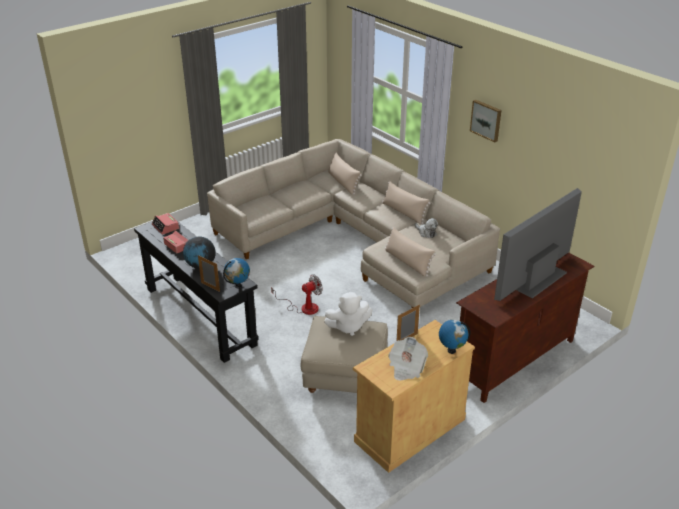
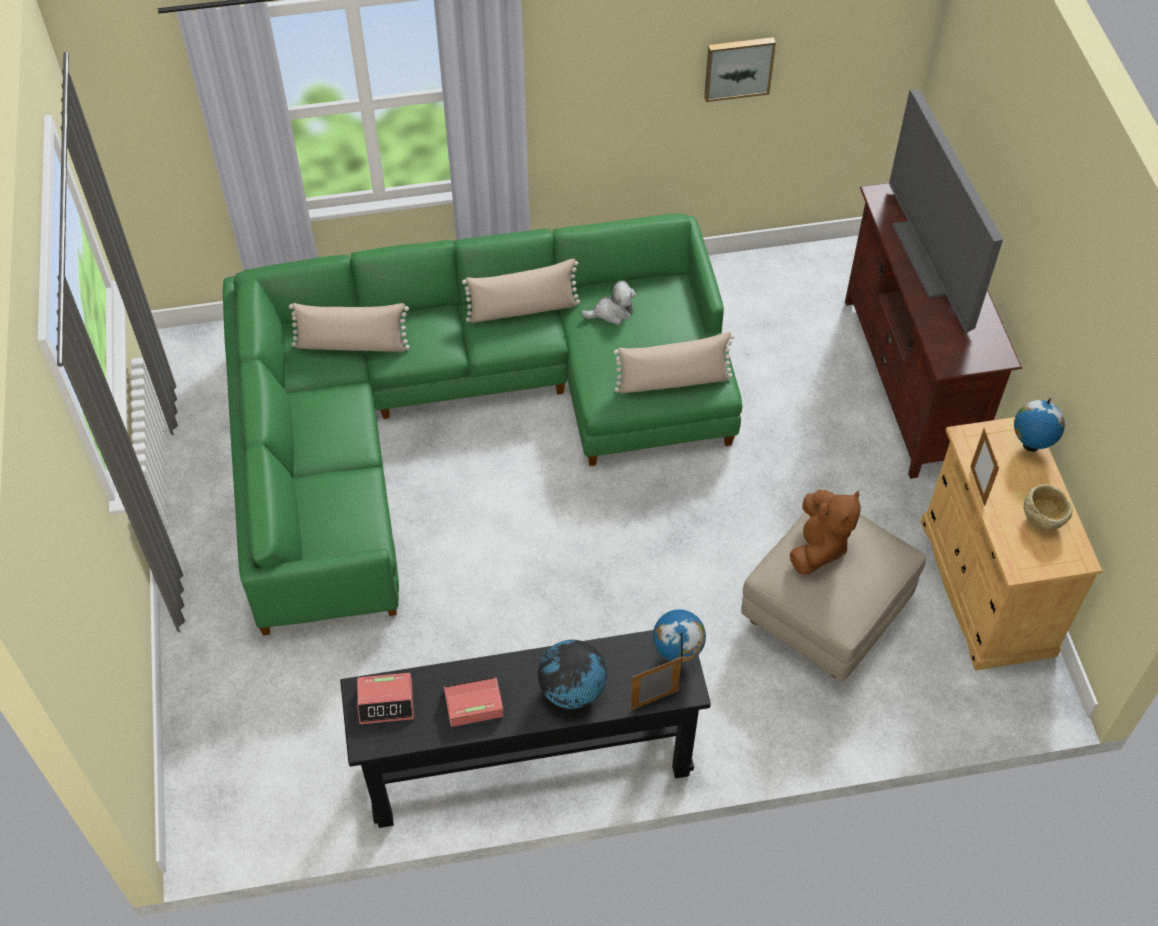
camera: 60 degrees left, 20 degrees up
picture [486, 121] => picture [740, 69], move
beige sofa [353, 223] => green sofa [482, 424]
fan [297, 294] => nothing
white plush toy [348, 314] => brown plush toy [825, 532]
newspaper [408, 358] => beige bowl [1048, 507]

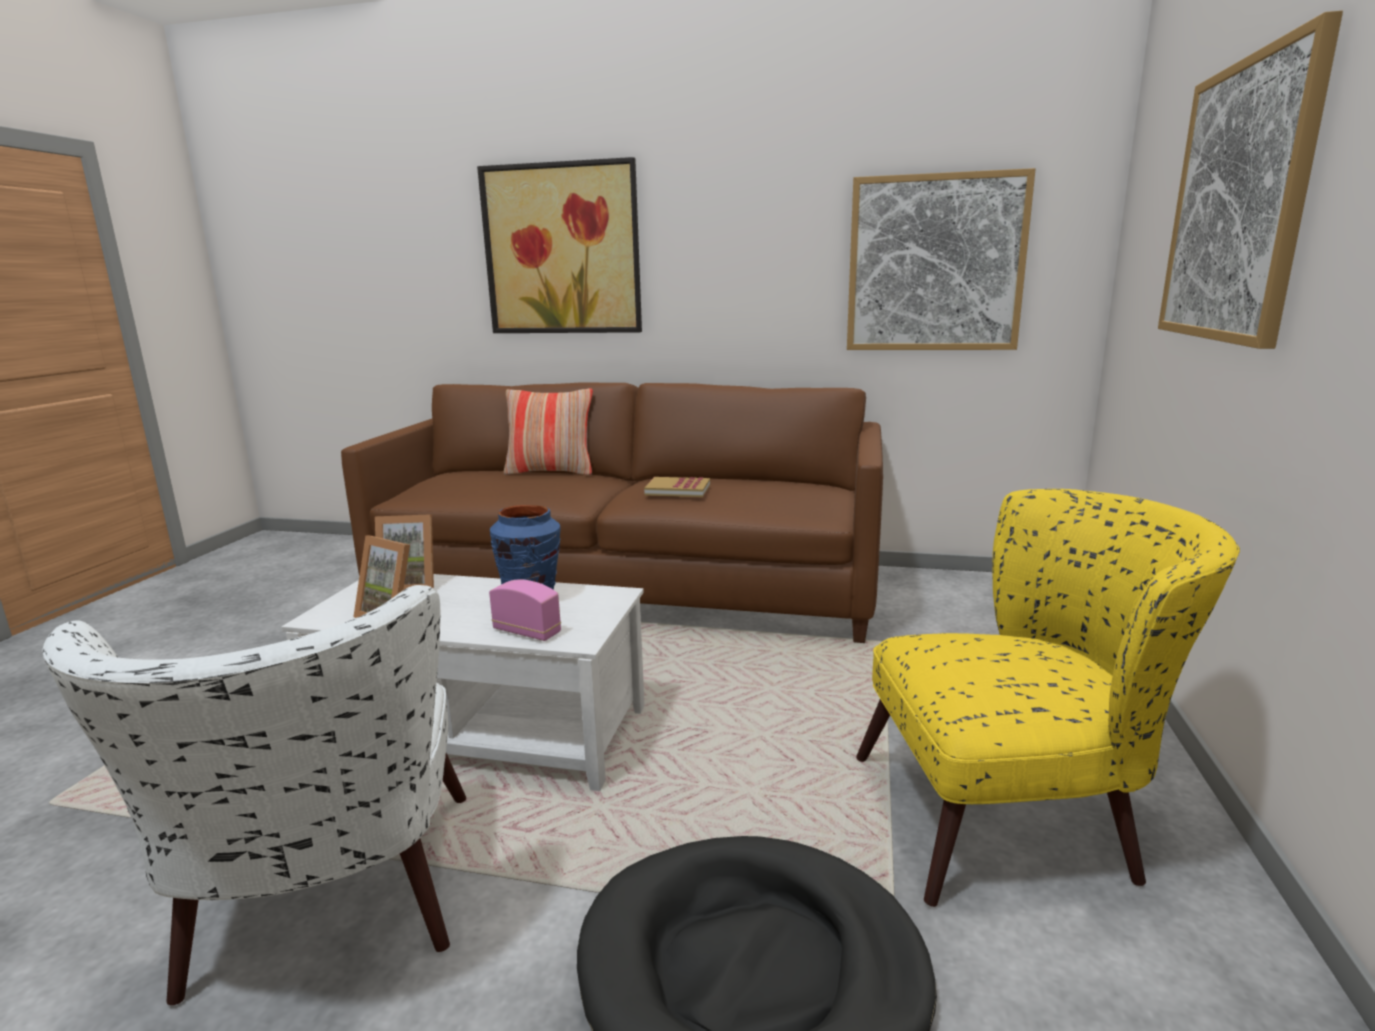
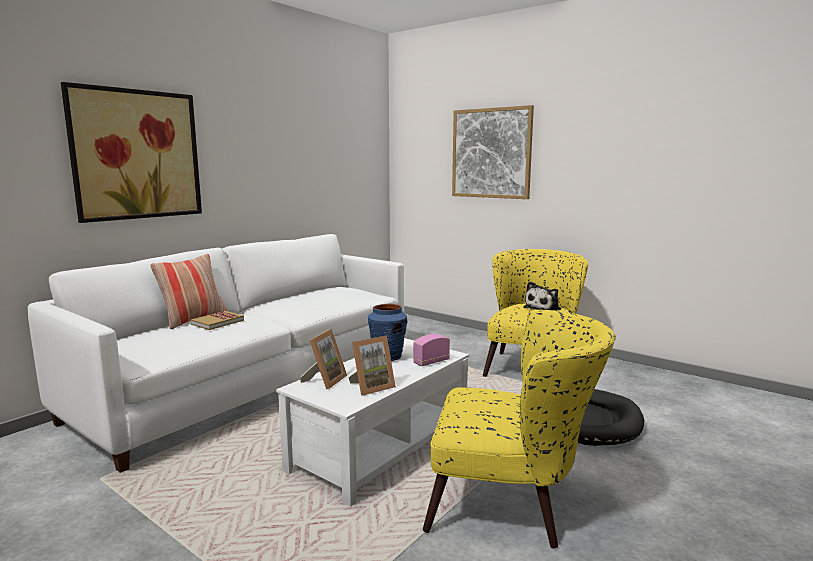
camera: 65 degrees left, 5 degrees down
picture [941, 259] => nothing
brown sofa [612, 512] => white sofa [216, 353]
book [677, 487] => book [217, 320], move
white armchair [254, 795] => yellow armchair [519, 429]
nothing => plush toy [542, 296]

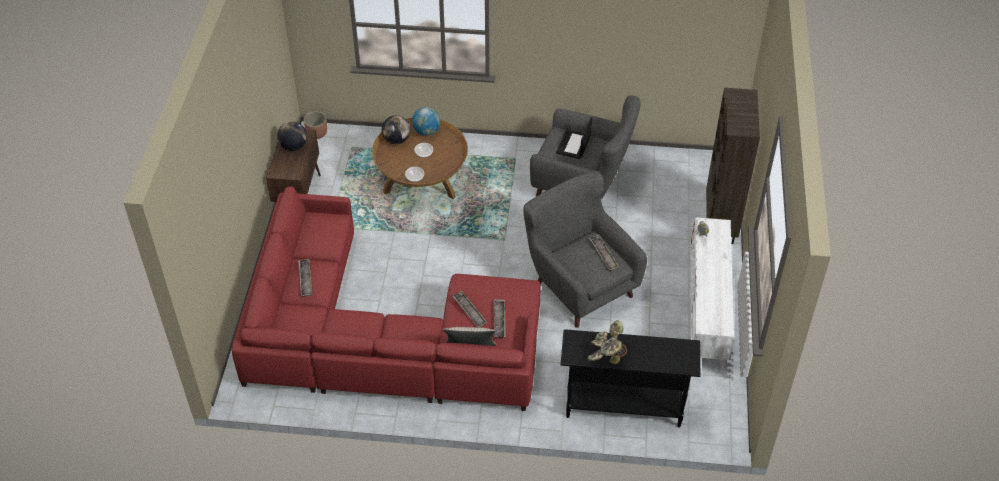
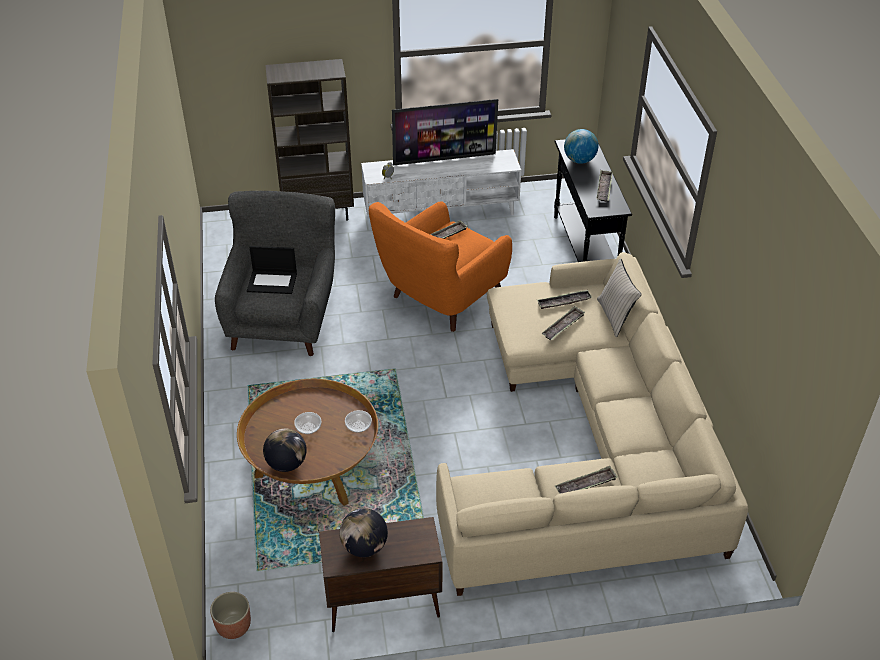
camera: 105 degrees left, 5 degrees down
globe [426, 121] => globe [581, 146], move
grey armchair [585, 249] => orange armchair [440, 266]
red sofa [386, 298] => beige sofa [592, 424]
potted plant [607, 342] => tray [604, 186]
nothing => television [445, 132]

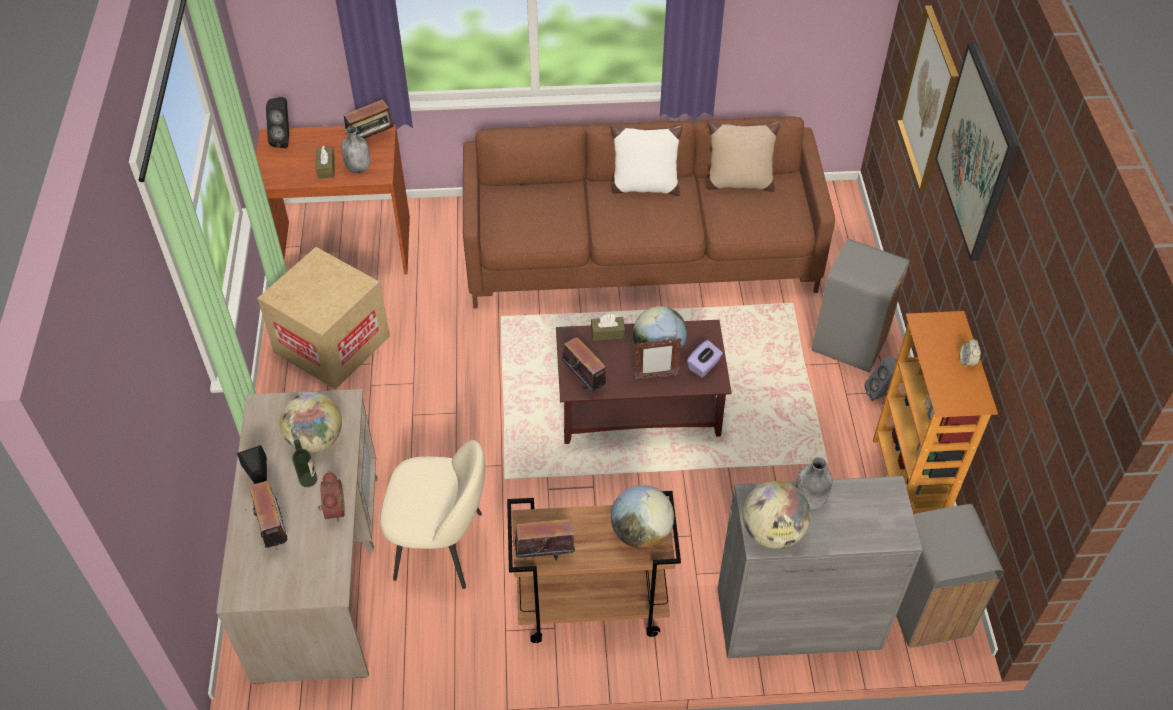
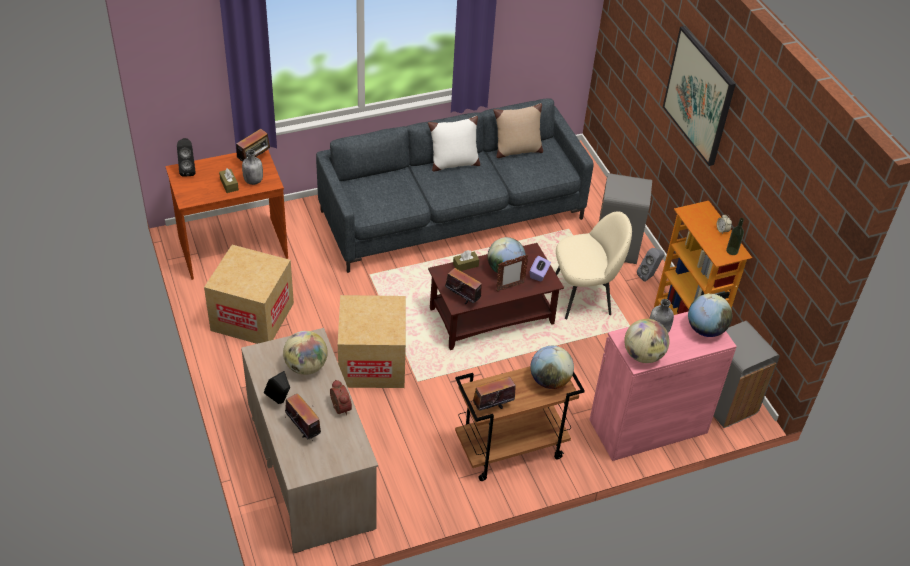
camera: 20 degrees left, 5 degrees down
picture [928, 98] => nothing
brown sofa [649, 212] => grey sofa [455, 186]
bottle [304, 463] => bottle [735, 236], move
beige chair [432, 514] => beige chair [594, 265], move
grey cabinet [820, 567] => pink cabinet [663, 386]
nothing => globe [710, 315]
nothing => cardboard box [372, 341]

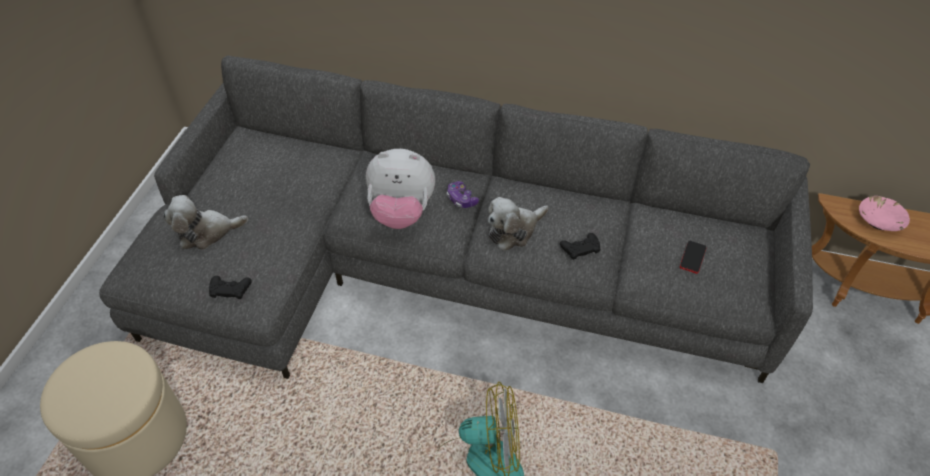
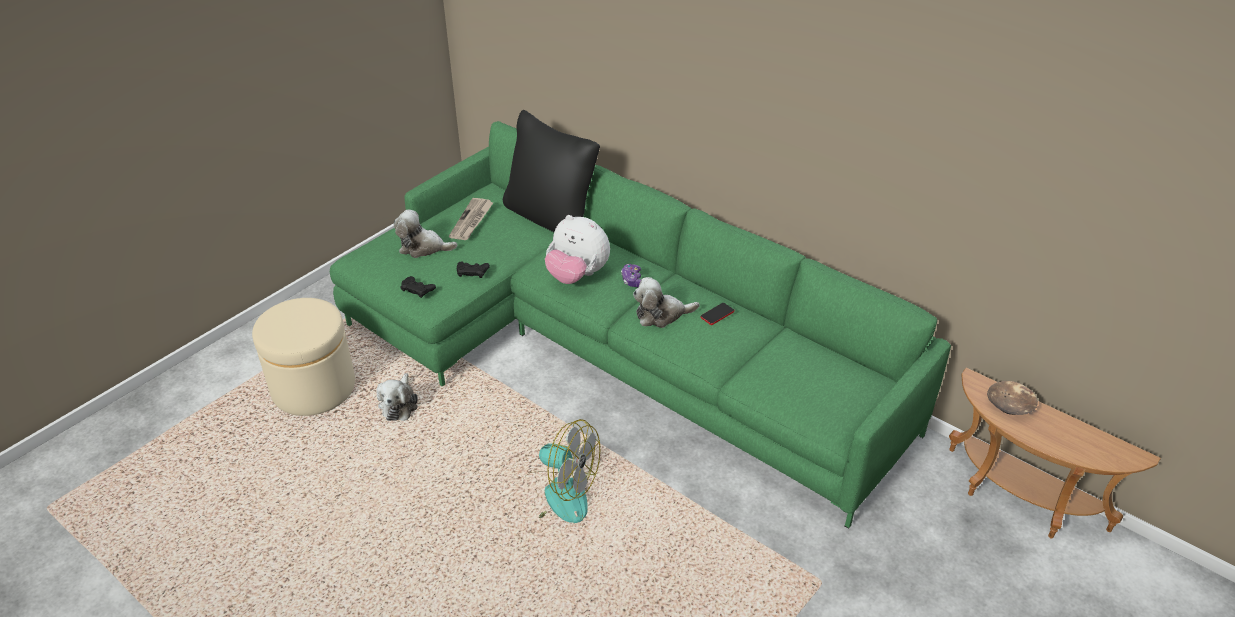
camera: 25 degrees right, 10 degrees down
grey sofa [456, 219] => green sofa [640, 325]
pink bowl [884, 213] => brown bowl [1012, 398]
black game controller [580, 246] => black game controller [473, 270], move
phone [693, 257] => phone [717, 314], move
nothing => black pillow [551, 171]
nothing => newspaper [471, 219]
nothing => plush toy [397, 397]

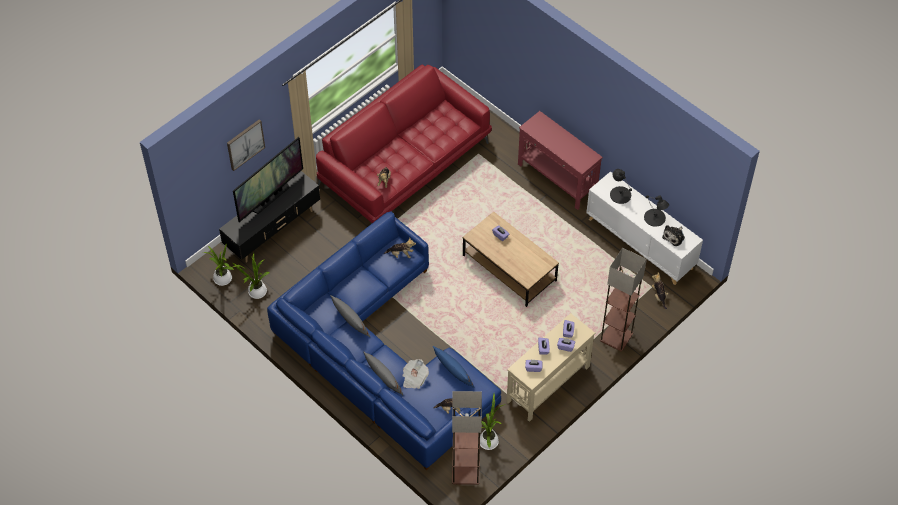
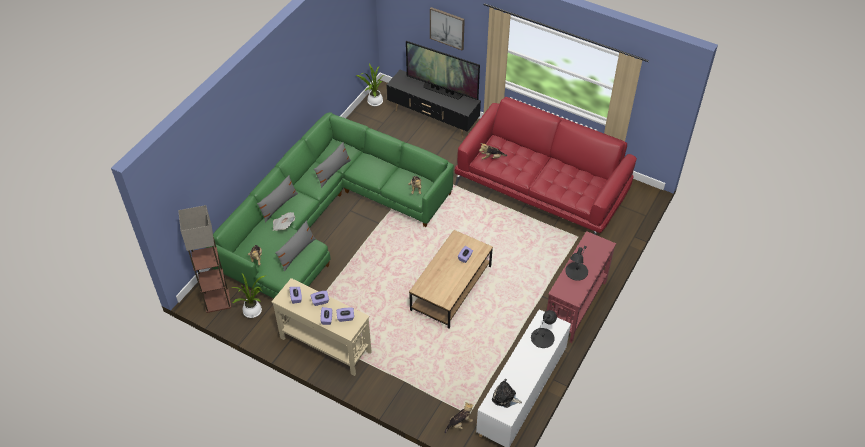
camera: 75 degrees right, 5 degrees down
black table lamp [656, 211] => black table lamp [576, 263], move
blue sofa [384, 340] => green sofa [330, 205]
floor lamp [623, 300] => nothing
potted plant [251, 276] => nothing
blue pillow [454, 367] => grey pillow [295, 245]

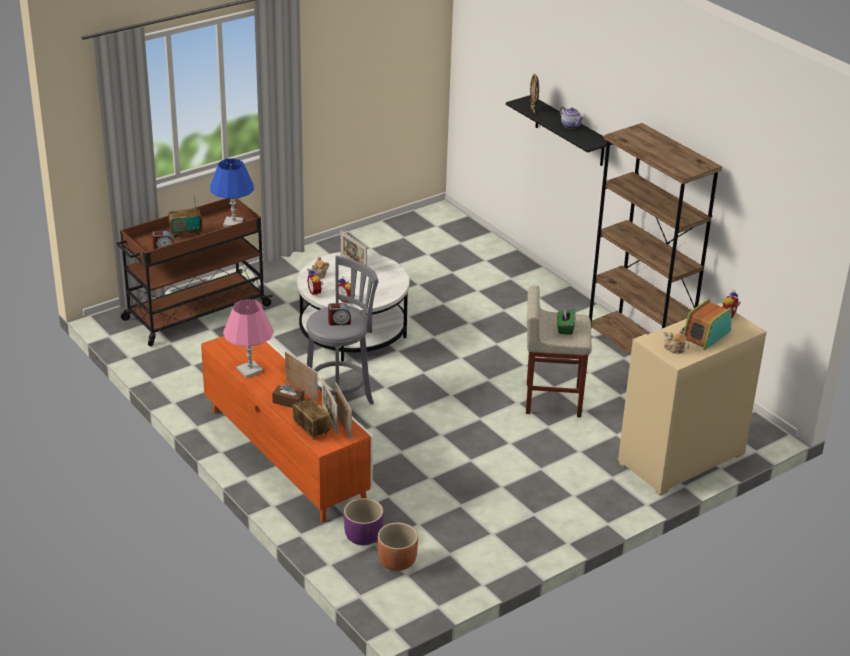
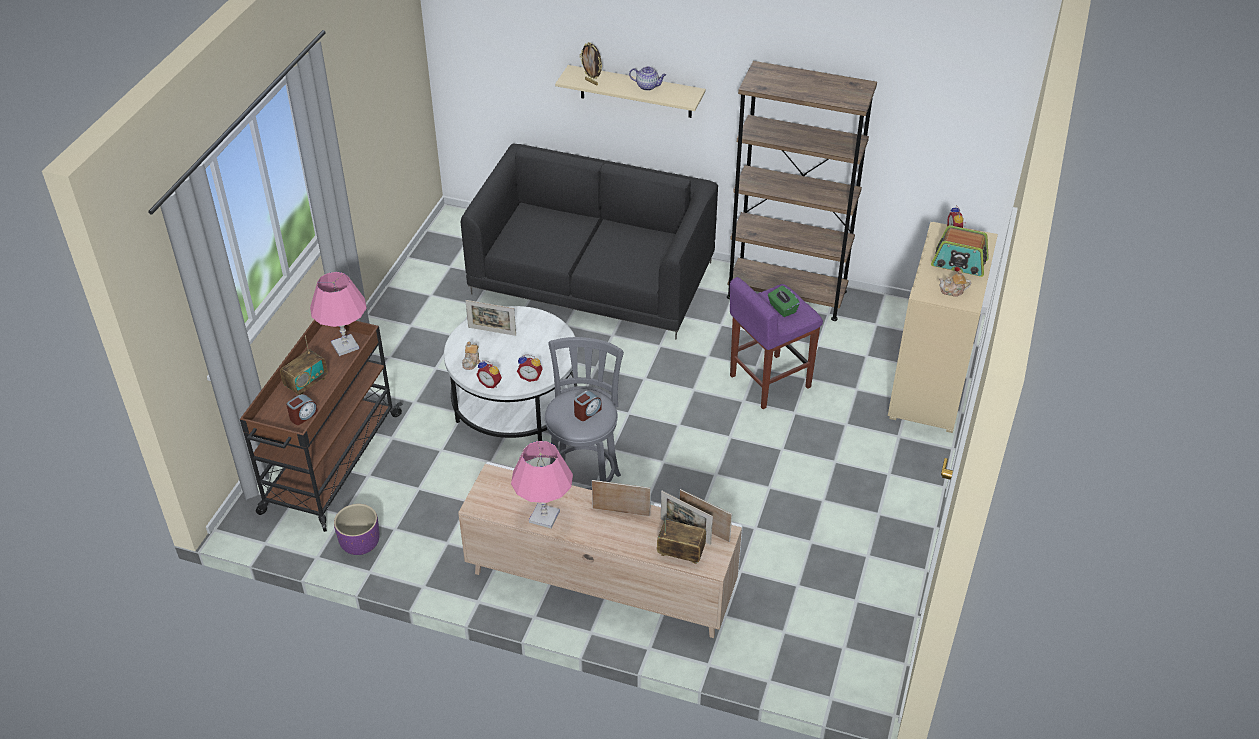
camera: 35 degrees left, 10 degrees up
black shelf [559, 130] => beige shelf [630, 91]
blue table lamp [232, 192] => pink table lamp [338, 314]
beige stool [559, 352] => purple stool [776, 343]
radio [707, 324] => radio [960, 251], 75 degrees counterclockwise
orange tv stand [287, 429] => beige tv stand [600, 550]
brown tissue box [288, 395] => nothing
purple planter [364, 521] => purple planter [357, 529], move
brown planter [397, 547] => nothing
nothing => black sofa [589, 242]

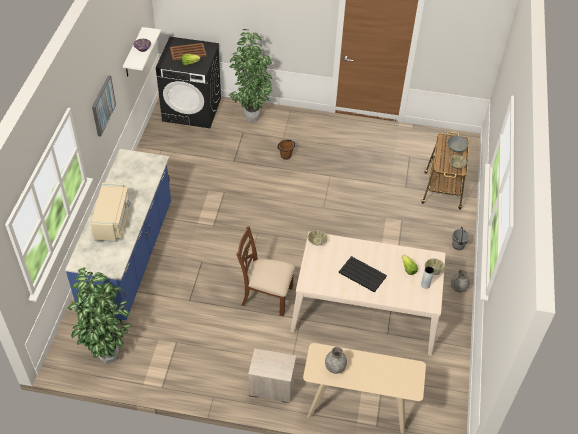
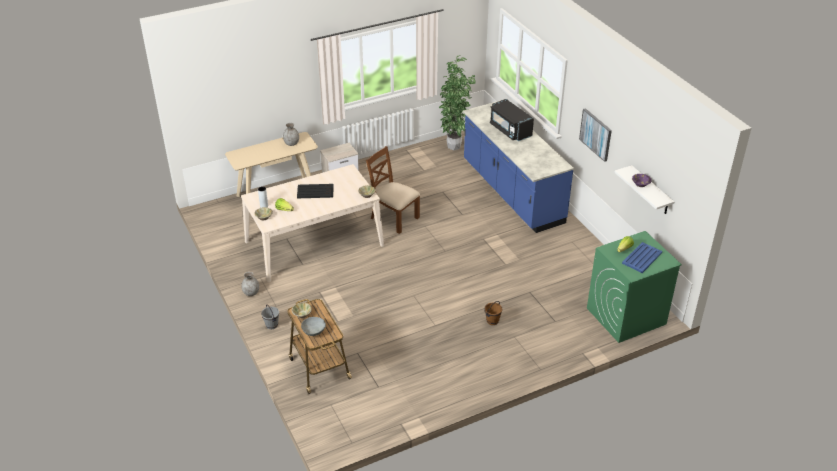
camera: 145 degrees right, 10 degrees down
potted plant [251, 75] => nothing
black washing machine [188, 82] => green washing machine [634, 287]
brown tray [188, 51] => blue tray [642, 257]
beige microwave [111, 212] => black microwave [512, 120]
brown chair [265, 271] => brown chair [393, 190], 120 degrees counterclockwise

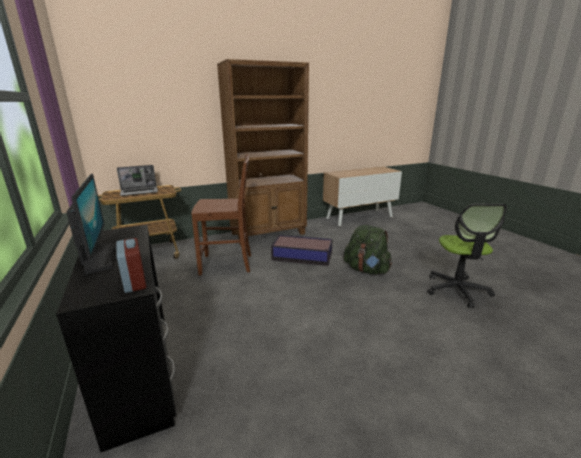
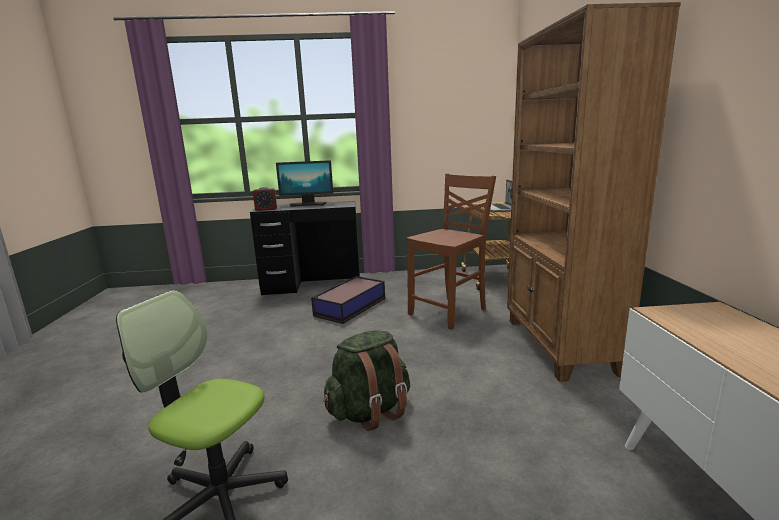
camera: 110 degrees right, 5 degrees down
brown chair [221, 215] => brown chair [451, 252], 150 degrees counterclockwise
storage box [302, 250] => storage box [348, 300], move

